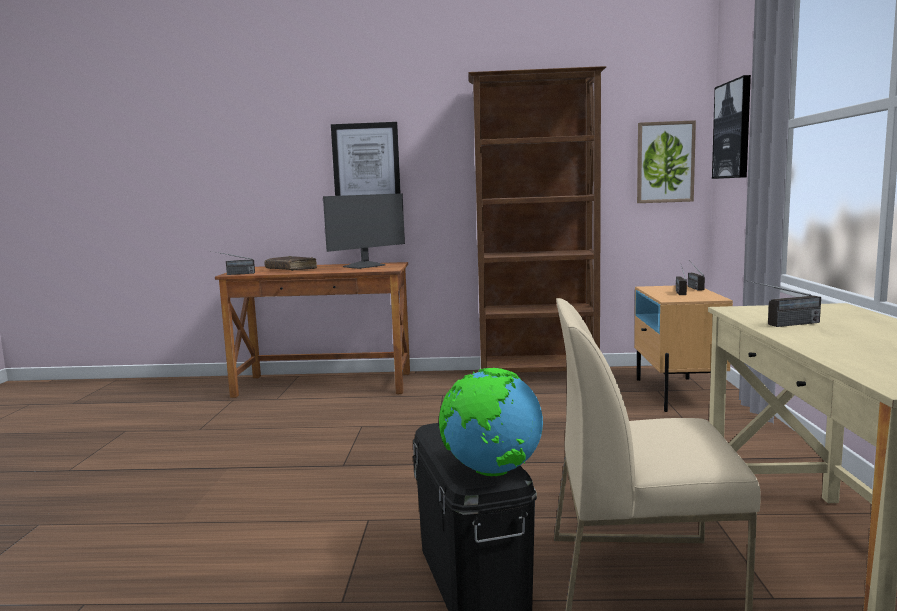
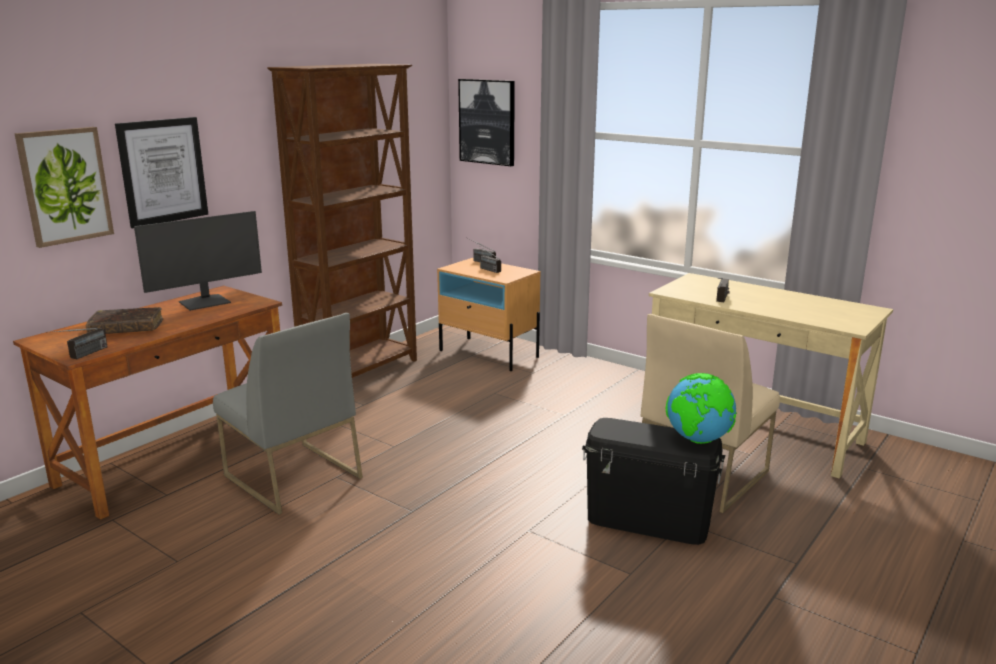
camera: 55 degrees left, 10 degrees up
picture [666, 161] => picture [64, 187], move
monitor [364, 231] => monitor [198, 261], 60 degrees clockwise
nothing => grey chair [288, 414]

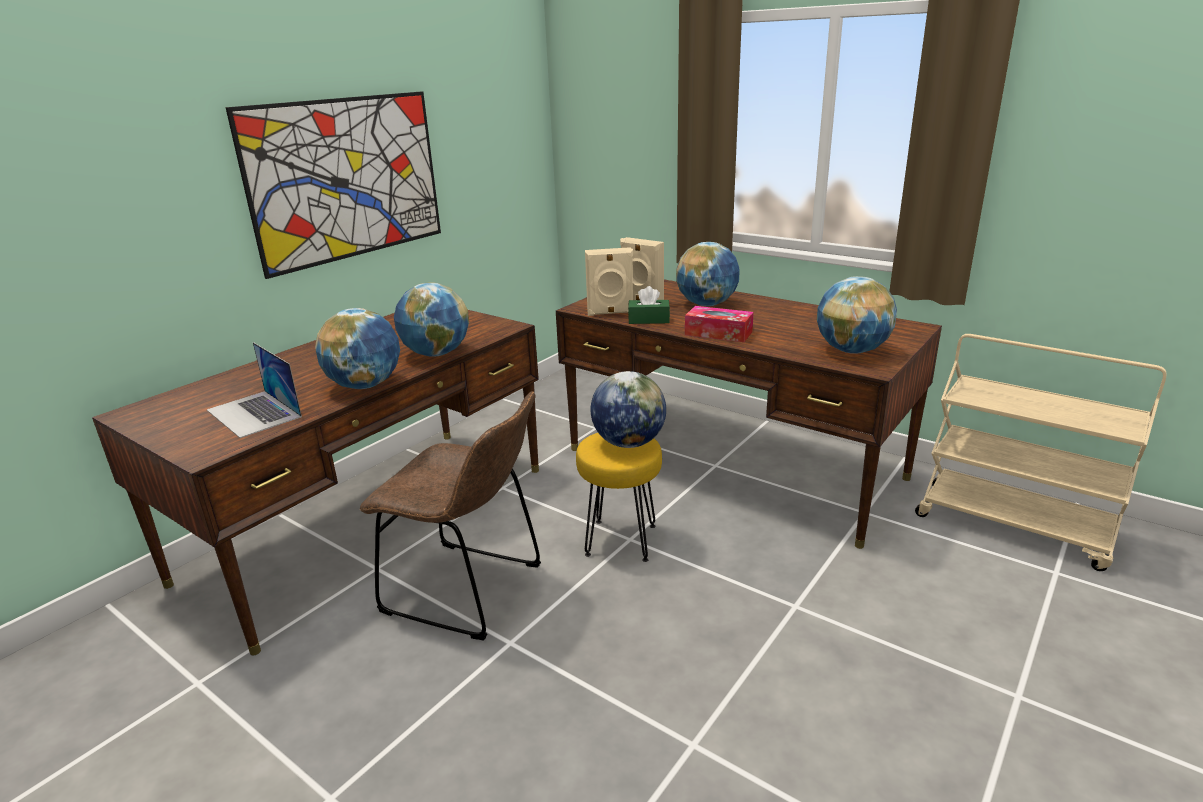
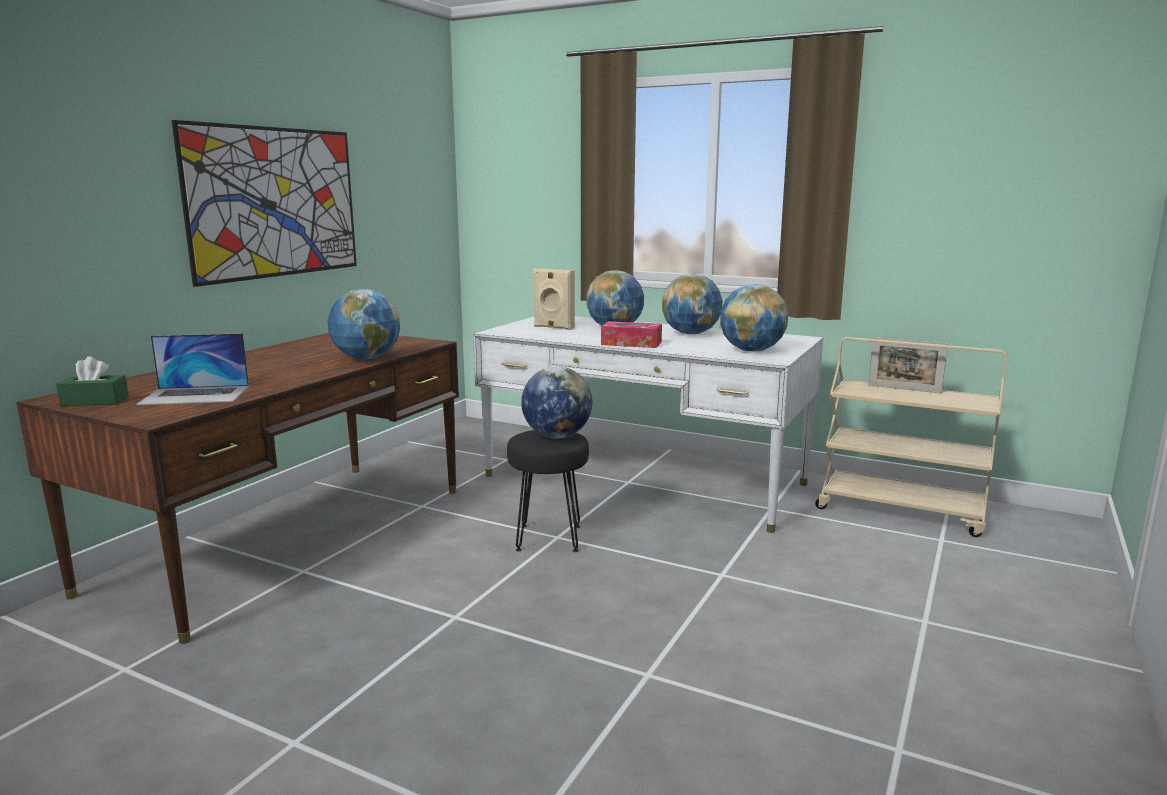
camera: 10 degrees left, 10 degrees down
beige speaker [609, 281] => nothing
brown desk [749, 414] => white desk [648, 424]
green tissue box [649, 305] => green tissue box [92, 381], move
globe [357, 348] => globe [692, 304], move
laptop [254, 390] => laptop [192, 369], 45 degrees counterclockwise
brown chair [450, 515] => nothing
yellow stool [619, 497] => black stool [548, 491]
nothing => picture frame [908, 365]

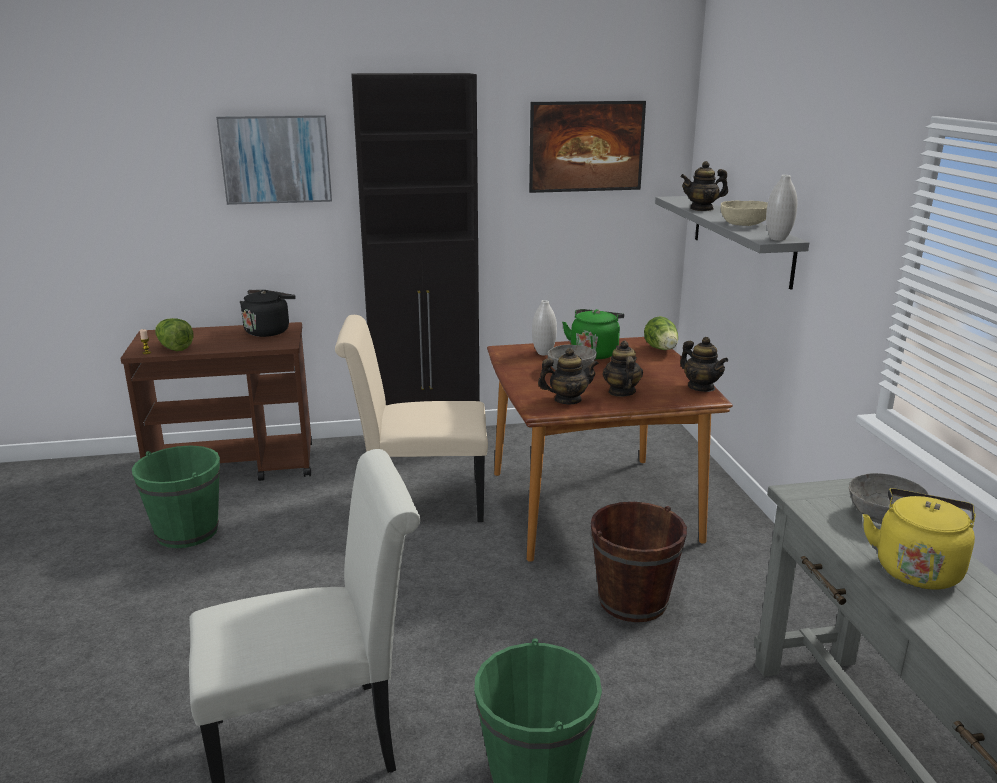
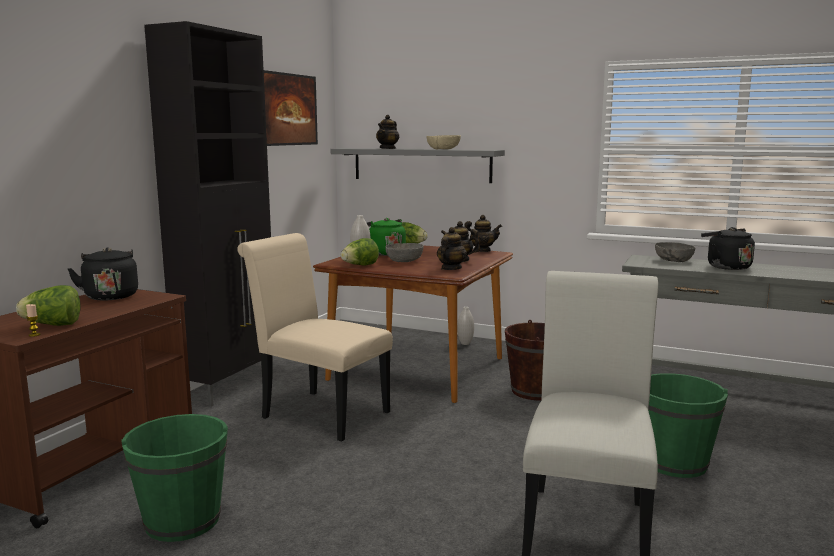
camera: 55 degrees left, 10 degrees down
picture [274, 160] => nothing
white vase [781, 208] => white vase [465, 326], move
beige chair [411, 418] => beige chair [315, 337], 90 degrees clockwise
yellow kettle [919, 539] => black kettle [728, 248]
nothing => lettuce [360, 251]

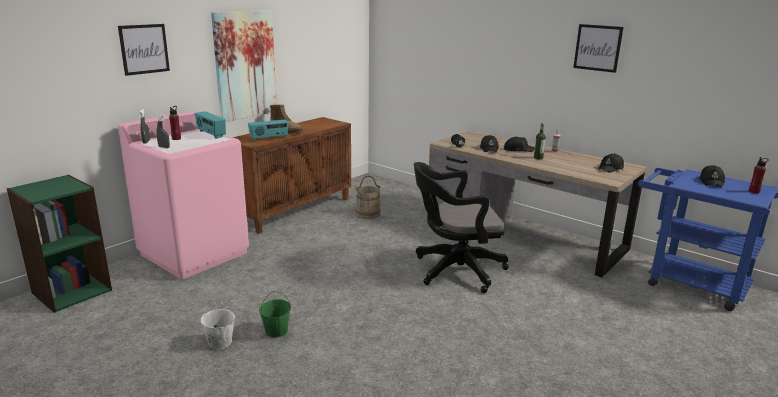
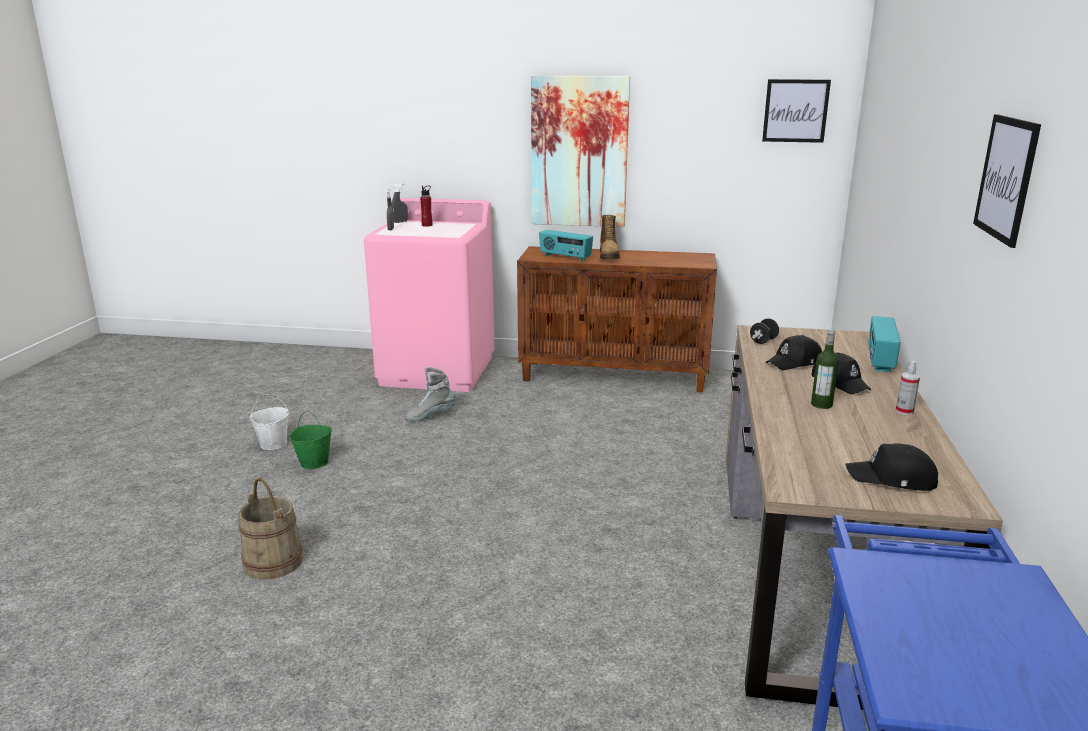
camera: 60 degrees right, 0 degrees up
picture [144, 50] => picture [796, 111], move
radio [210, 125] => radio [884, 344], move
red bottle [759, 175] => nothing
black office chair [461, 227] => nothing
black cap [712, 176] => nothing
green bookcase [59, 244] => nothing
beige bucket [368, 197] => beige bucket [270, 528], move
nothing => grey boot [430, 394]

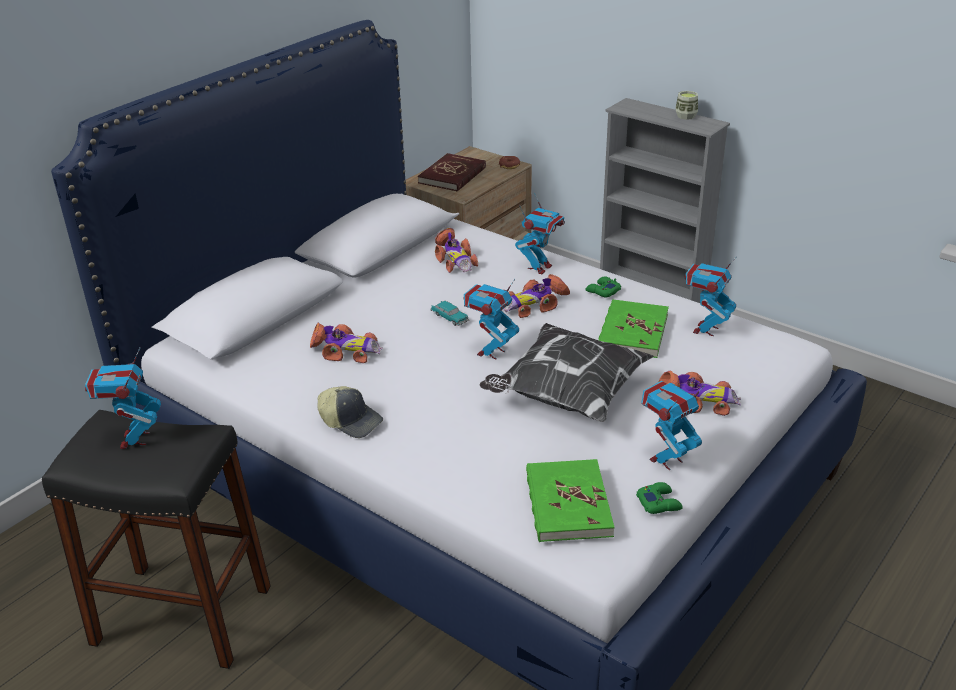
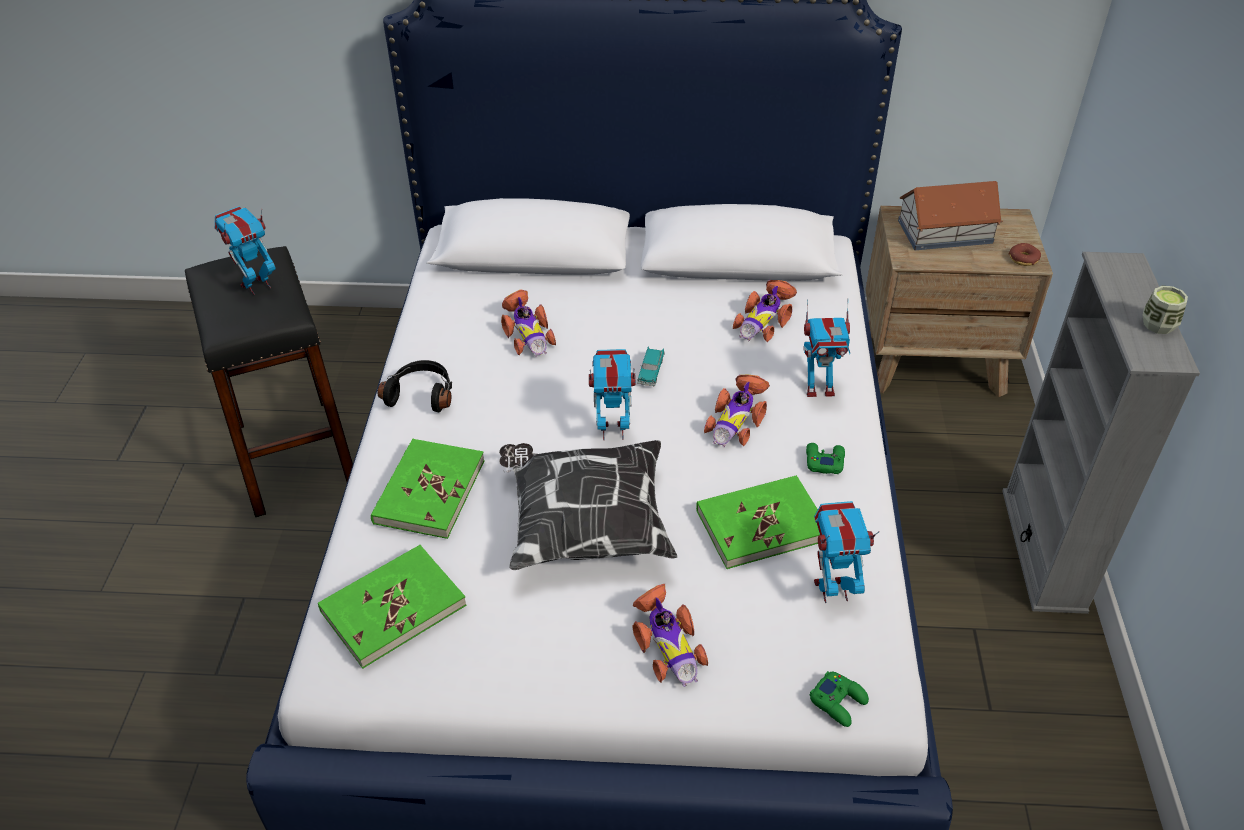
camera: 55 degrees right, 10 degrees up
red book [452, 172] => toy house [950, 215]
toy car [537, 296] => toy car [737, 411], 90 degrees counterclockwise
toy robot [673, 425] => nothing
cap [350, 412] => black headphones [415, 386]
green game controller [659, 498] => green game controller [839, 699], move
nothing => green book [428, 489]

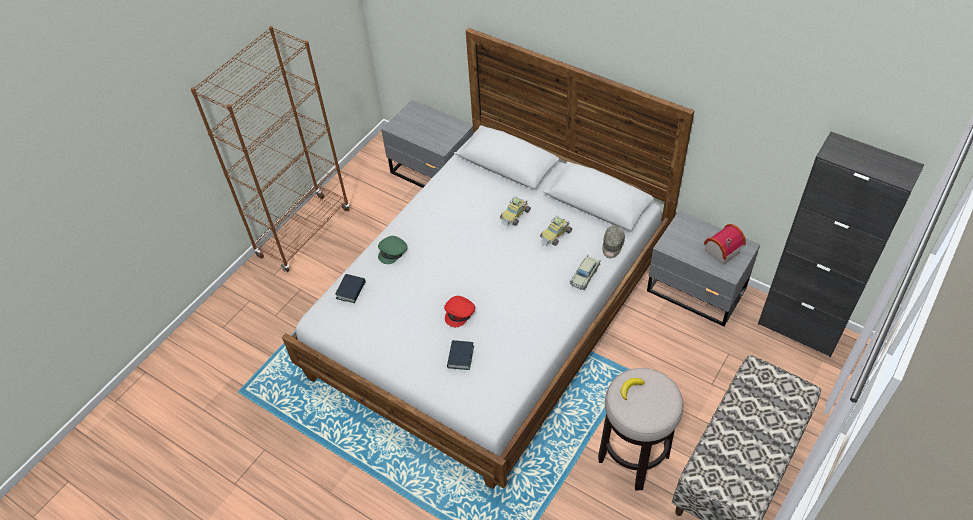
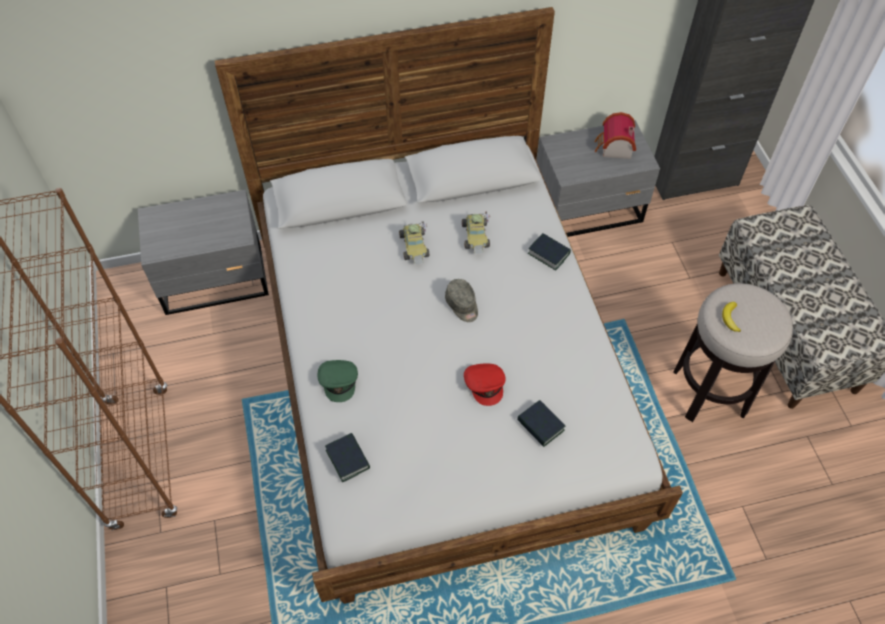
camera: 50 degrees left, 5 degrees up
grey cap [614, 242] => grey cap [461, 300], move
beige toy car [585, 272] => book [549, 252]

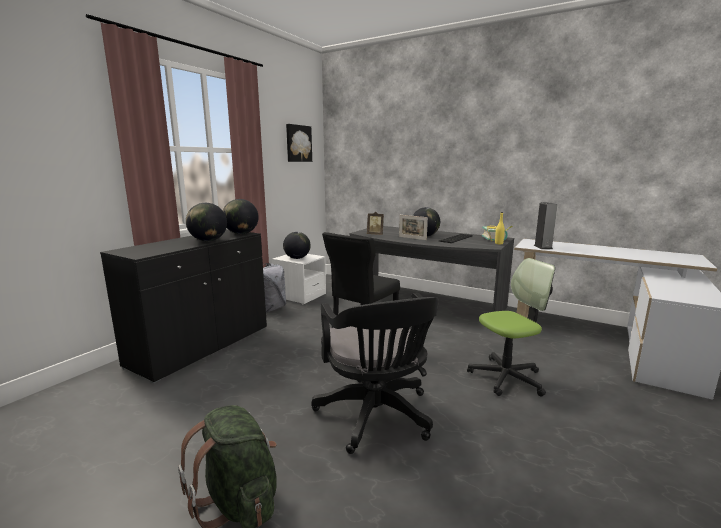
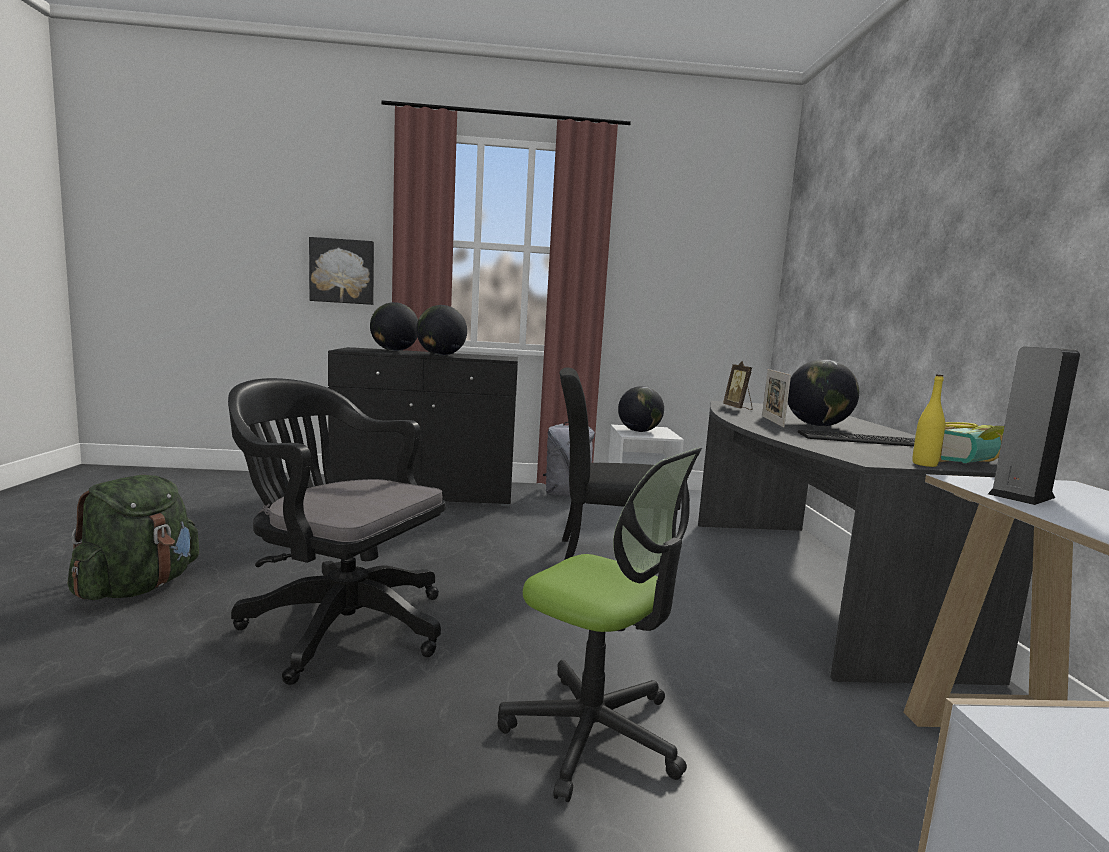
camera: 55 degrees right, 5 degrees down
picture [299, 143] => picture [341, 271], move
globe [240, 216] => globe [394, 326], move
black office chair [375, 373] => black office chair [336, 531], 75 degrees clockwise

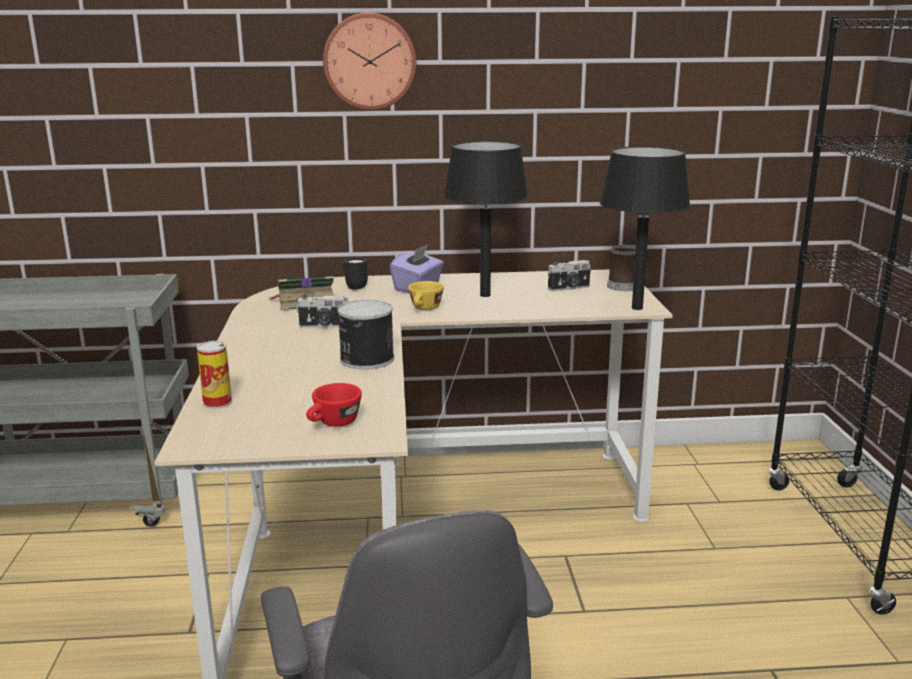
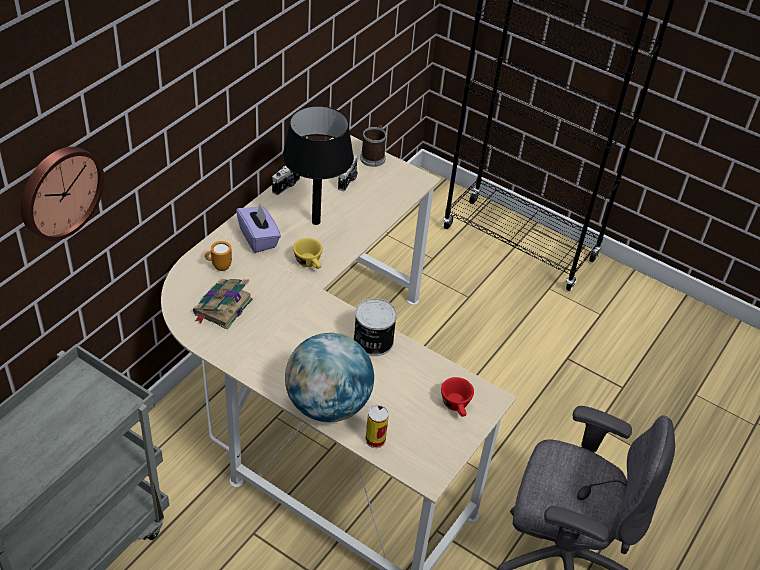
camera: 55 degrees left, 25 degrees up
wall clock [369, 61] => wall clock [62, 194], move
black table lamp [644, 228] => nothing
black mug [355, 274] => orange mug [218, 256]
photo camera [322, 311] => photo camera [286, 180], move
nothing => globe [329, 377]

